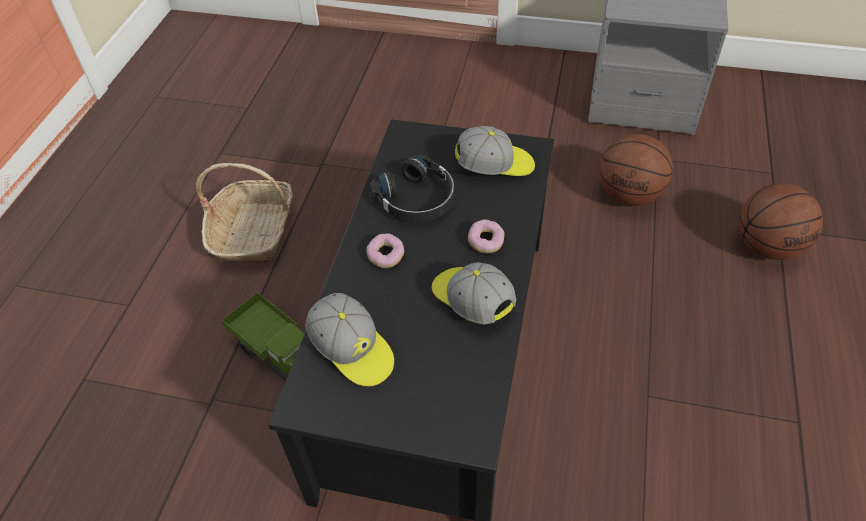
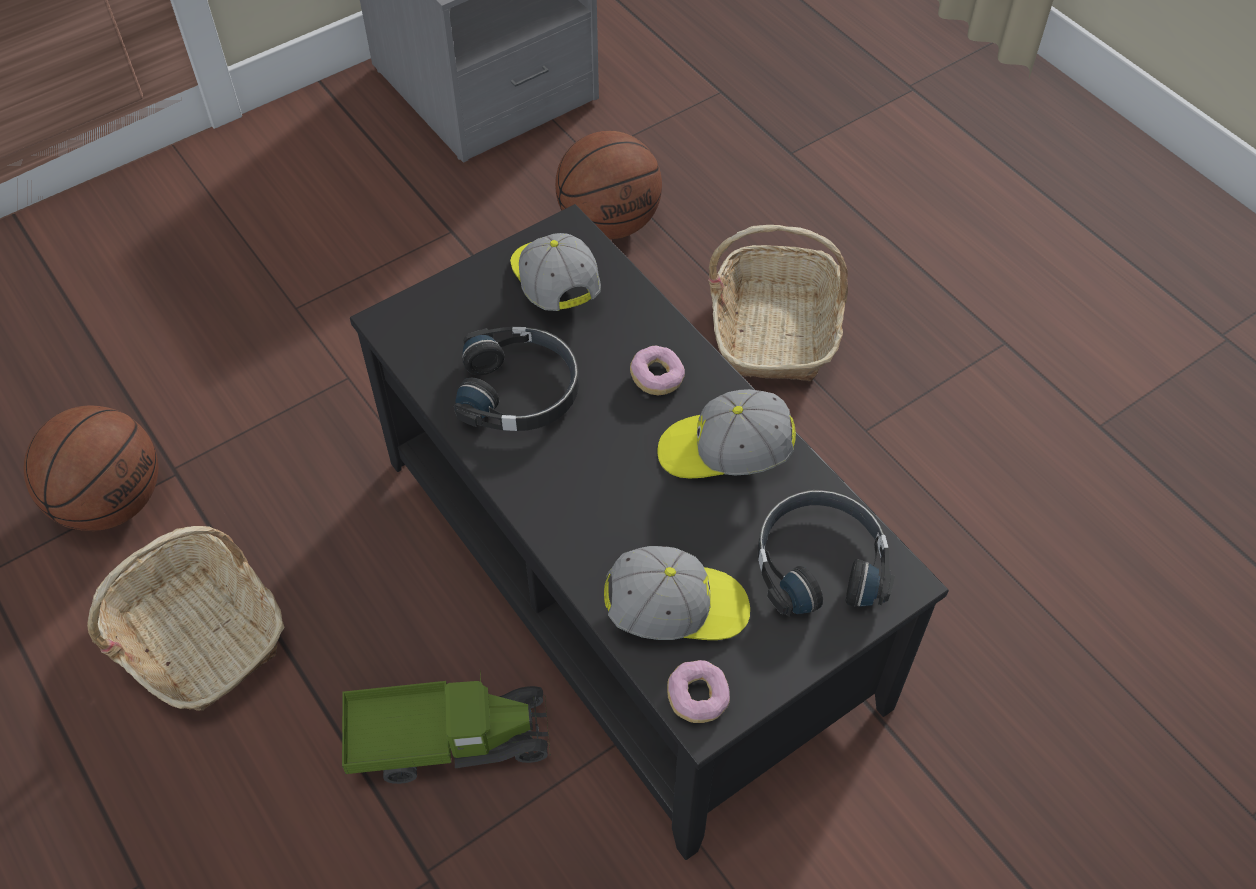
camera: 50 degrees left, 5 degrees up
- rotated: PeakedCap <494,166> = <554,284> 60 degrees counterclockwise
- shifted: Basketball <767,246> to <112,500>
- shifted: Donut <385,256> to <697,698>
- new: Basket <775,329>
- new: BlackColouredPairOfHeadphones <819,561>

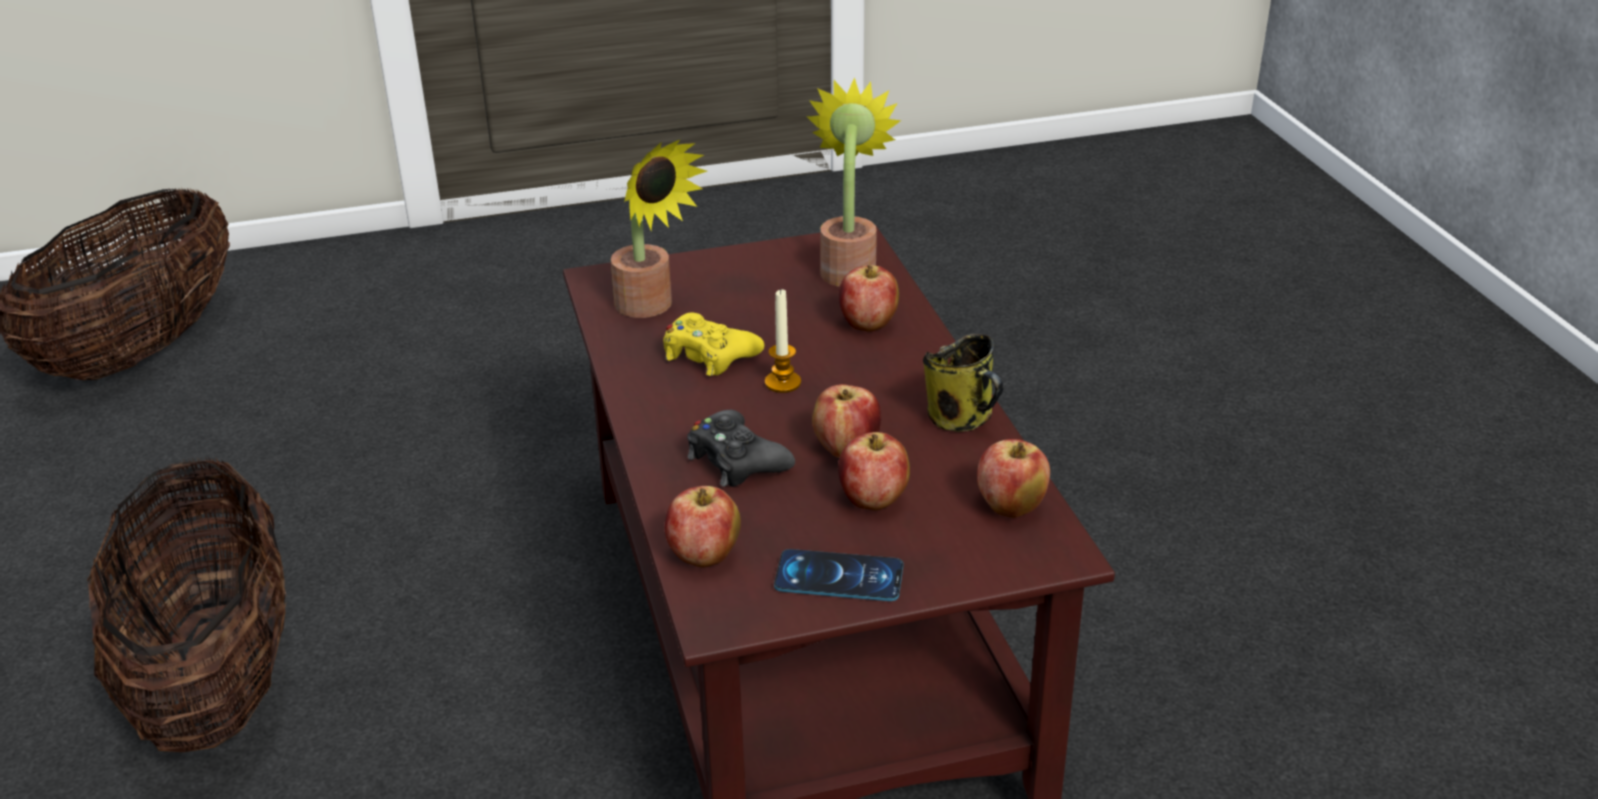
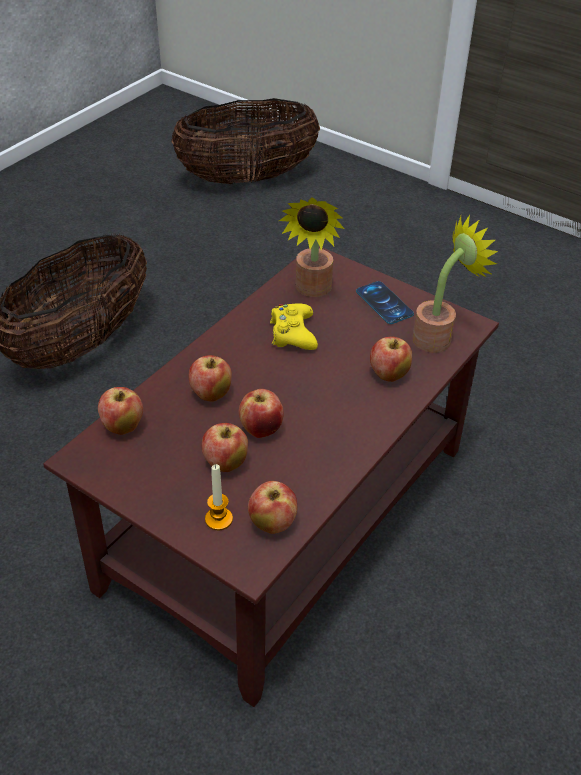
camera: 50 degrees right, 10 degrees up
- shifted: WaxLight <782,383> to <218,519>
- gone: CoffeeMug <962,419>
- swapped: BlackColouredGameController <736,461> to AppleFruit <211,394>
- shifted: Telephone <839,576> to <384,303>

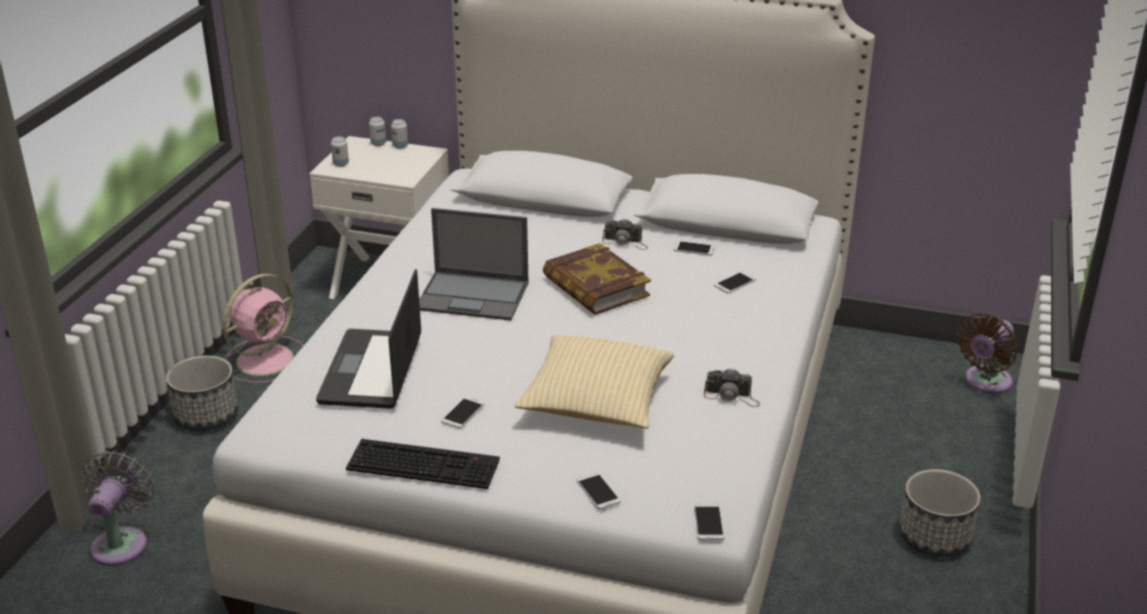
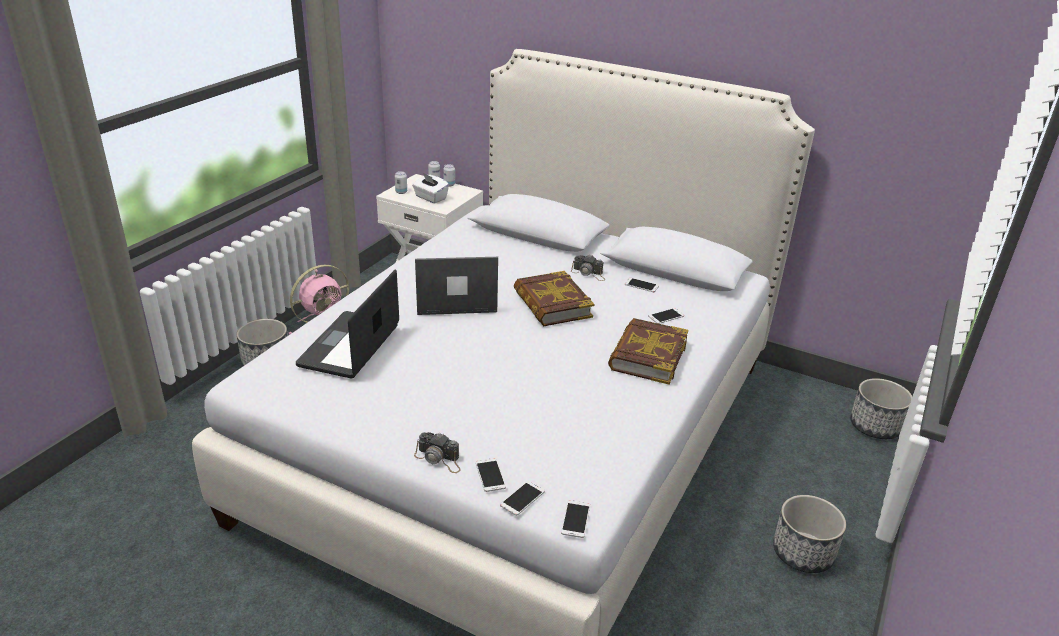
camera: 10 degrees right, 0 degrees up
- rotated: NotebookComputer <474,296> = <454,299> 150 degrees clockwise
- swapped: BrownColouredElectricFan <985,382> to Planter <875,426>
- gone: Cushion <596,402>
- shifted: StillCamera <732,396> to <439,459>
- shifted: Telephone <463,413> to <522,498>
- gone: Keyboard <425,464>
- gone: GreyElectricFan <122,542>
- new: WhiteTissueHolder <430,198>
- new: BoundBook <647,356>

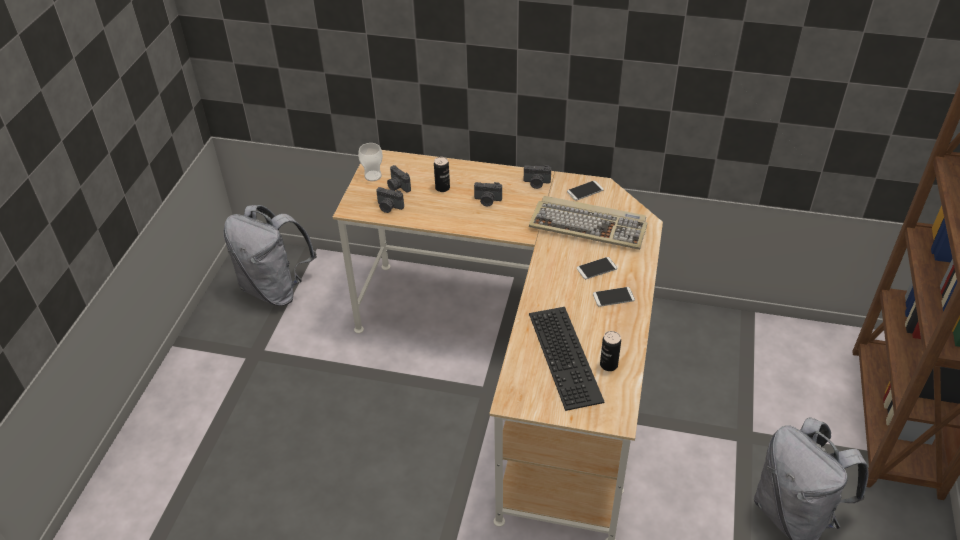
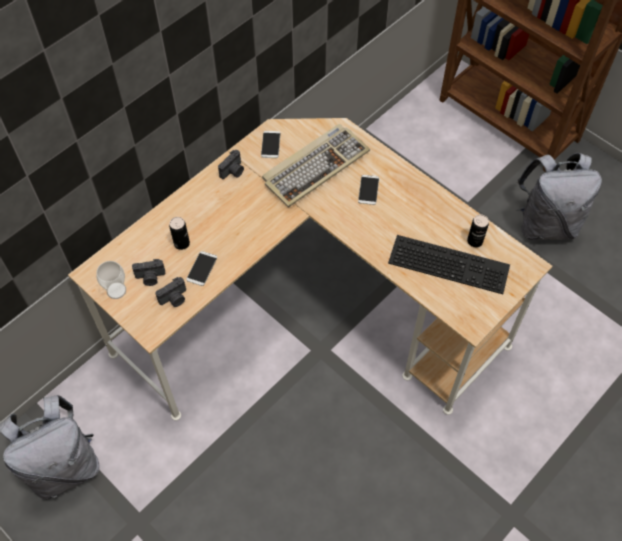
camera: 60 degrees left, 15 degrees up
- gone: StillCamera <487,201>
- shifted: Telephone <613,297> to <202,268>

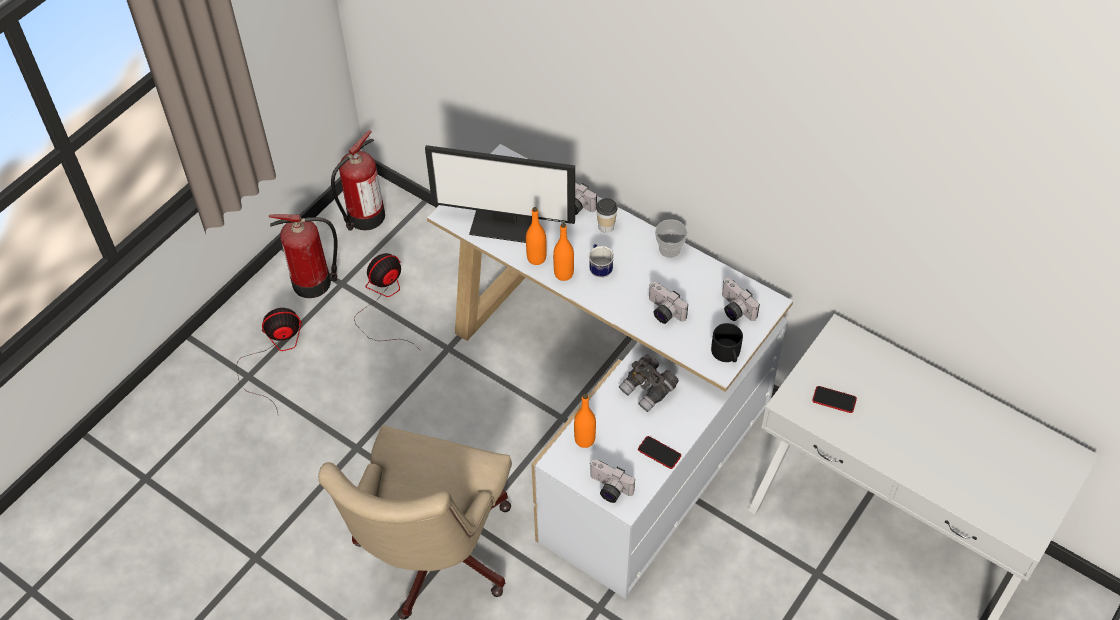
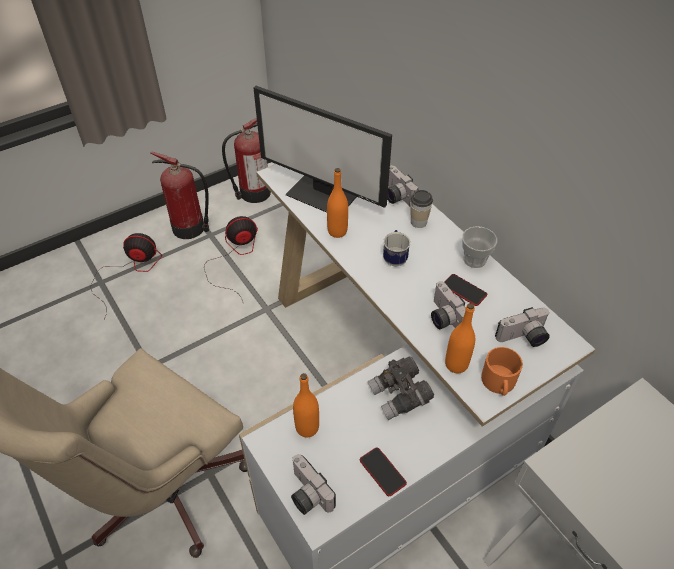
camera: 20 degrees right, 5 degrees down
- shifted: OrangeyBottle <563,274> to <456,364>
- rotated: StillCamera <734,309> = <523,338> 90 degrees counterclockwise
- repainted: BlackColouredCoffeeMug <727,353> to OrangeyCoffeeMug <499,383>
- shifted: Telephone <834,400> to <464,290>

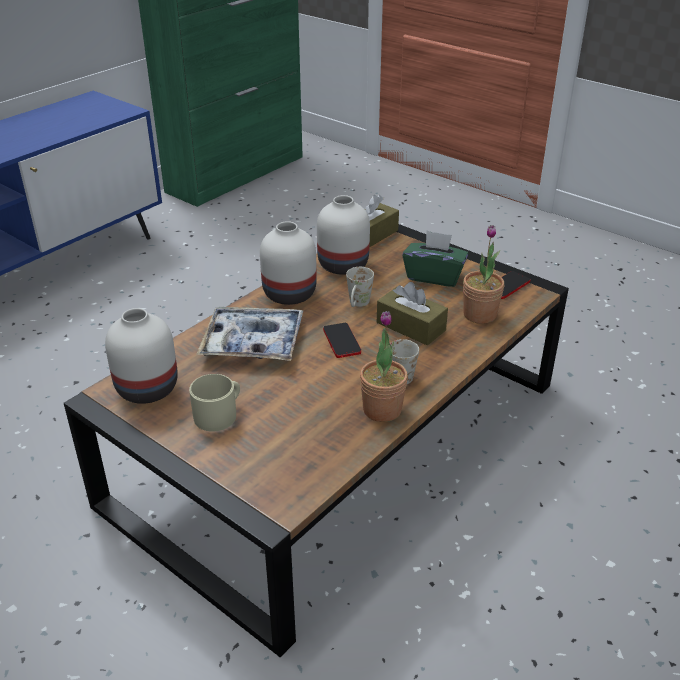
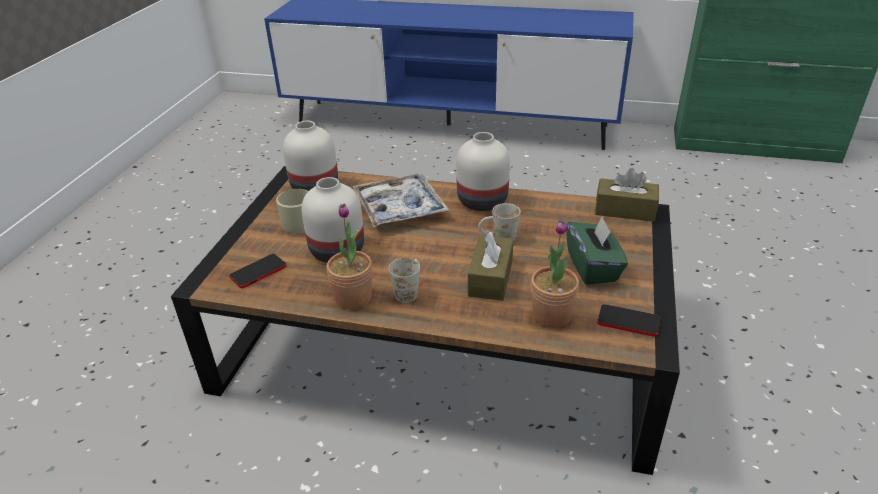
camera: 65 degrees right, 0 degrees up
- shifted: WhiteVase <341,265> to <336,250>
- shifted: Telephone <341,341> to <258,272>

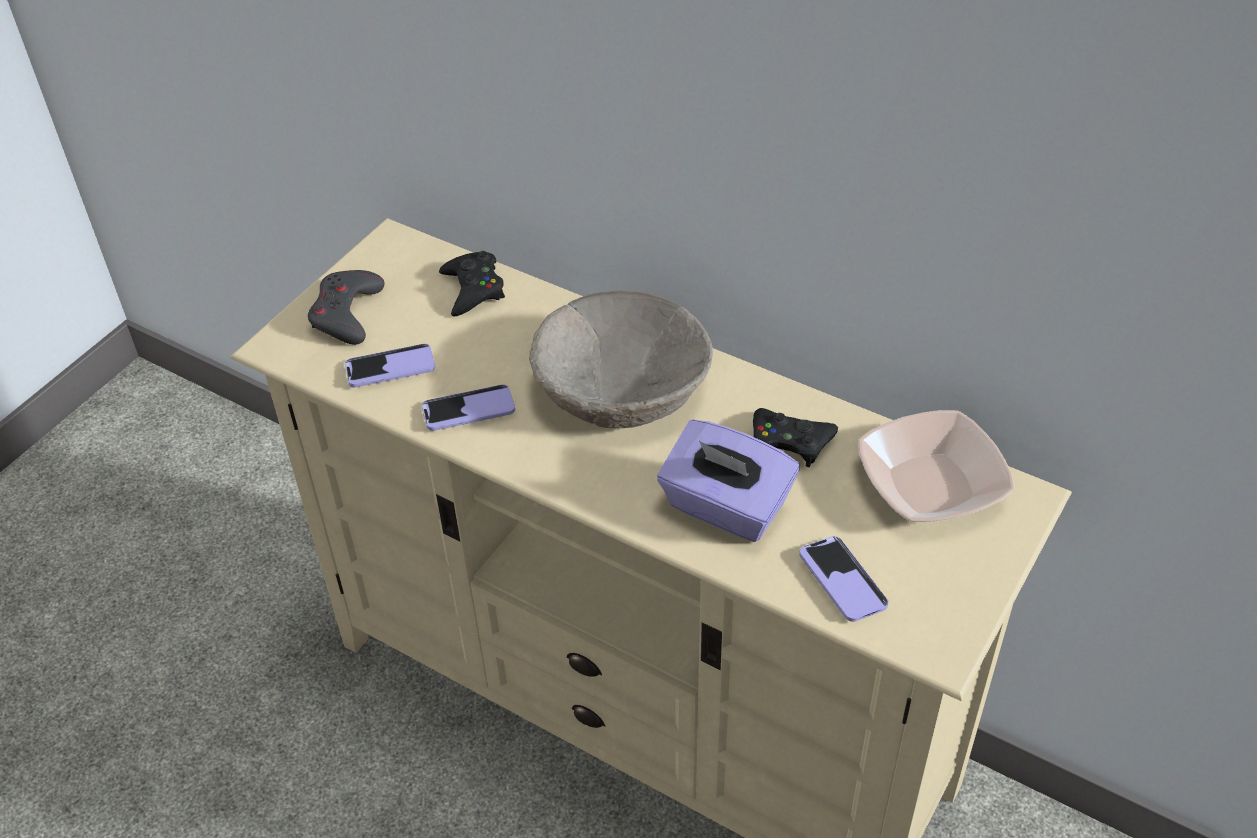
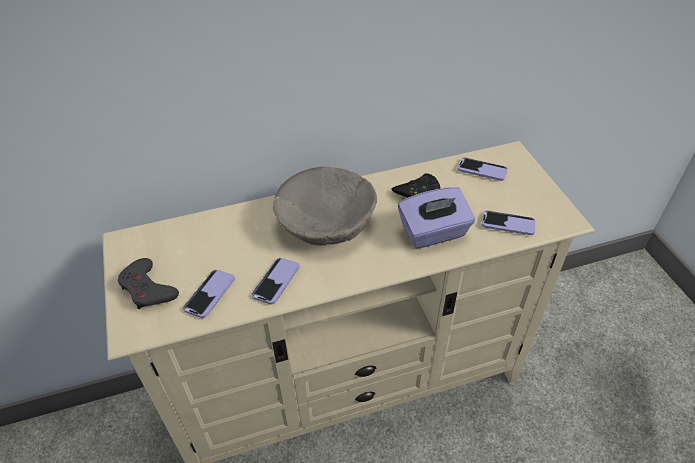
camera: 50 degrees left, 0 degrees up
- gone: BlackColouredGameController <473,289>
- swapped: ServingBowl <930,485> to Telephone <482,170>

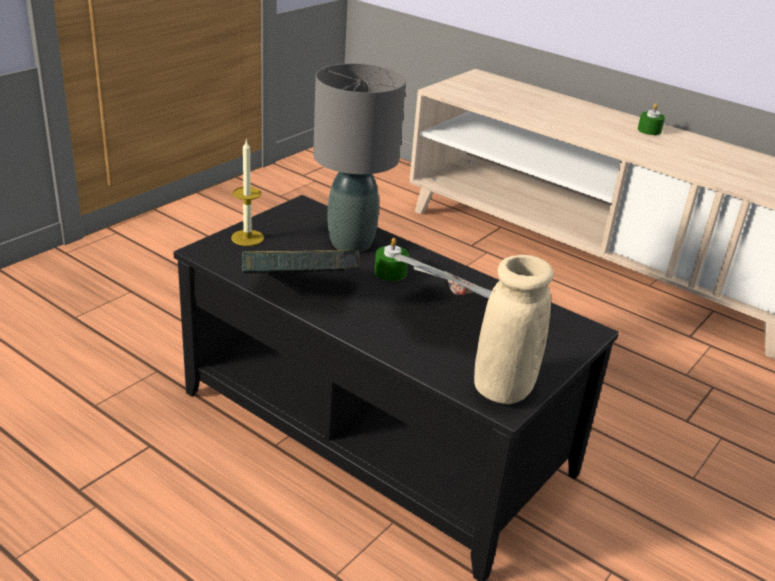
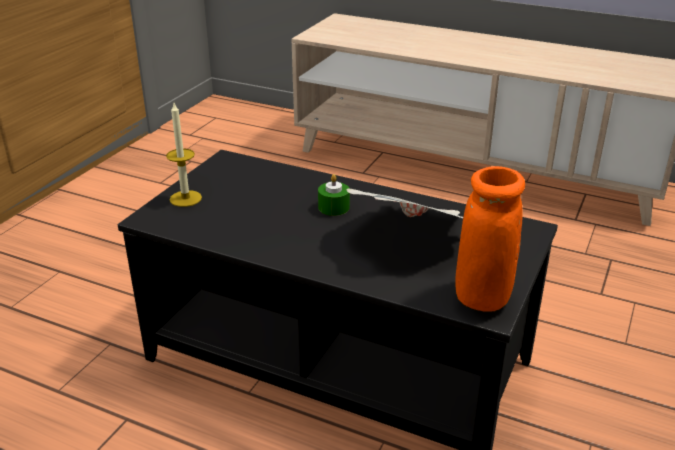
camera: 10 degrees left, 0 degrees up
- gone: GreyTabletopLamp <351,243>
- gone: GreenishWaxLight <649,130>
- gone: BoundBook <301,290>
- repainted: BeigeColouredVase <503,389> to OrangeyVase <482,297>

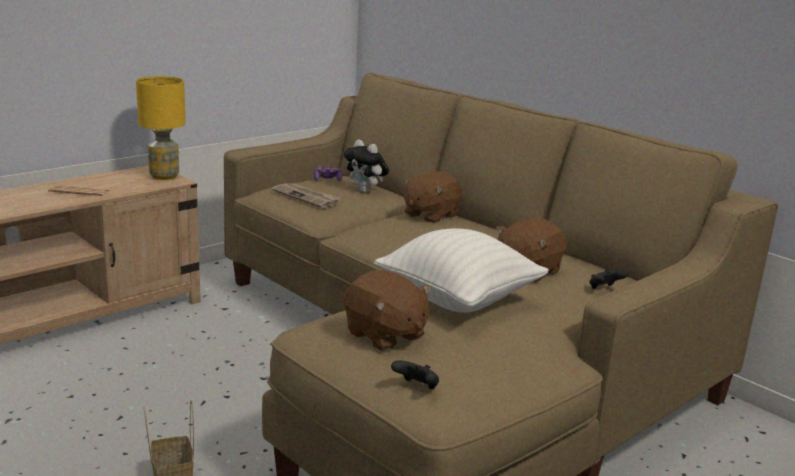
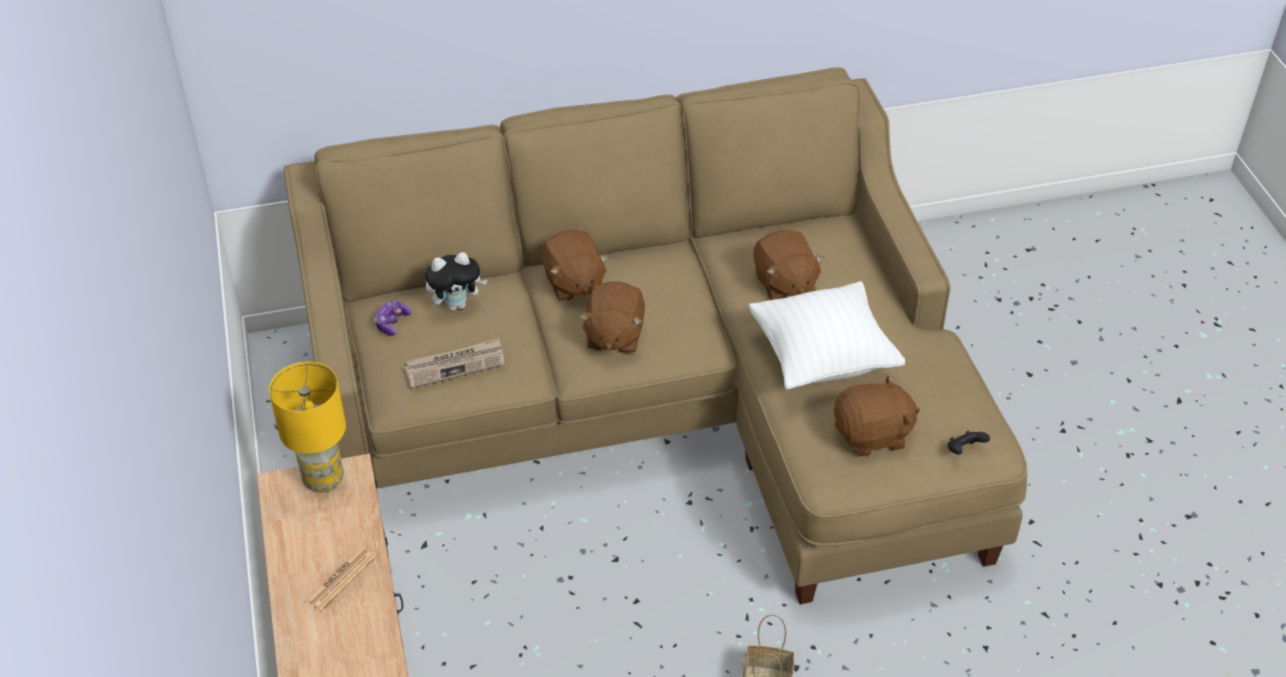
camera: 60 degrees left, 25 degrees up
- gone: BlackColouredGameController <604,289>
- new: BrownColouredSoftToy <613,335>

